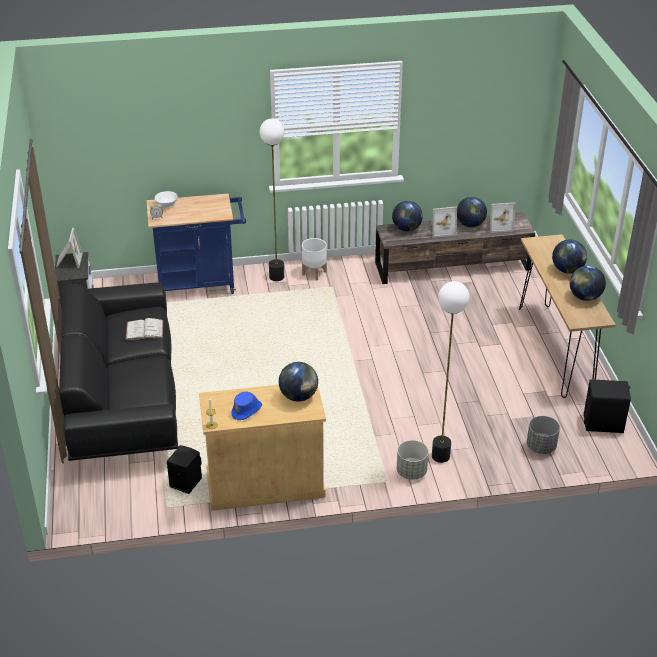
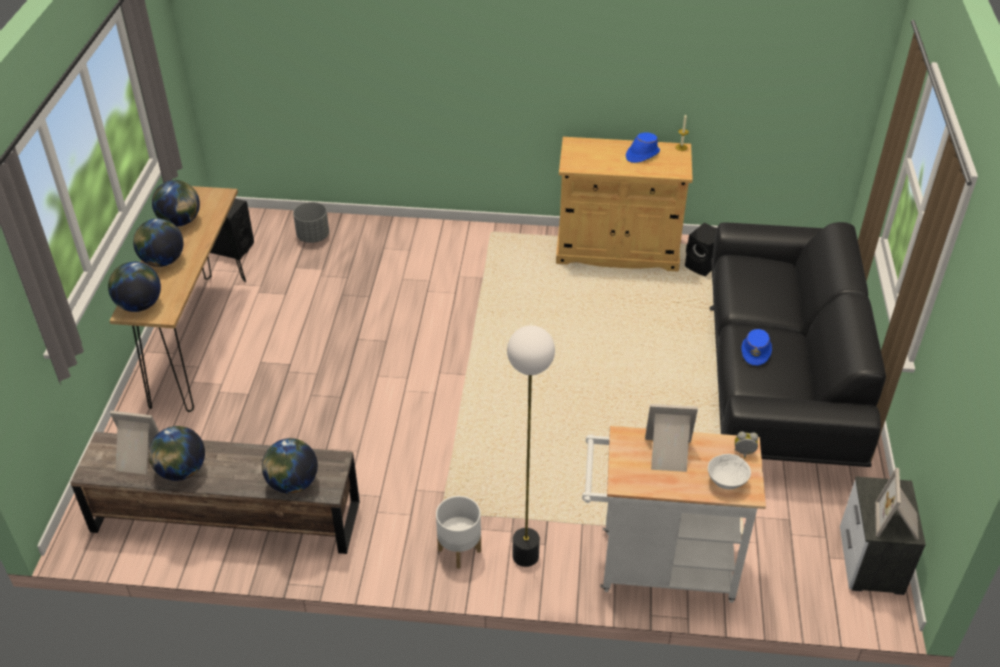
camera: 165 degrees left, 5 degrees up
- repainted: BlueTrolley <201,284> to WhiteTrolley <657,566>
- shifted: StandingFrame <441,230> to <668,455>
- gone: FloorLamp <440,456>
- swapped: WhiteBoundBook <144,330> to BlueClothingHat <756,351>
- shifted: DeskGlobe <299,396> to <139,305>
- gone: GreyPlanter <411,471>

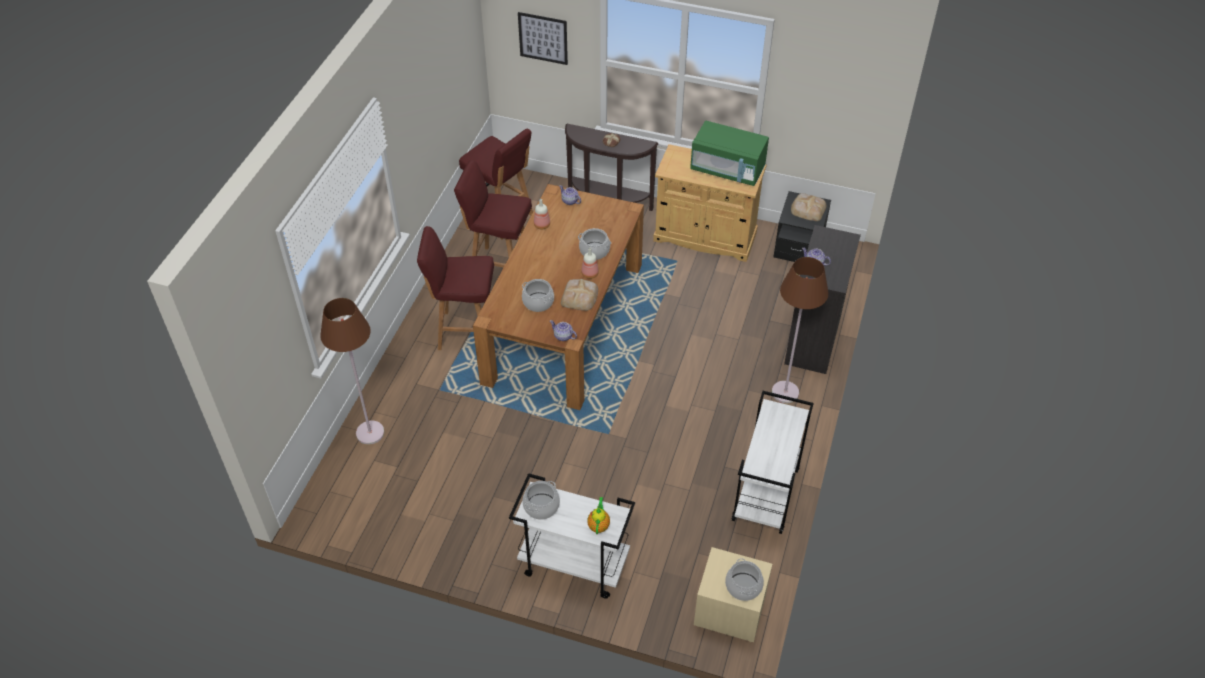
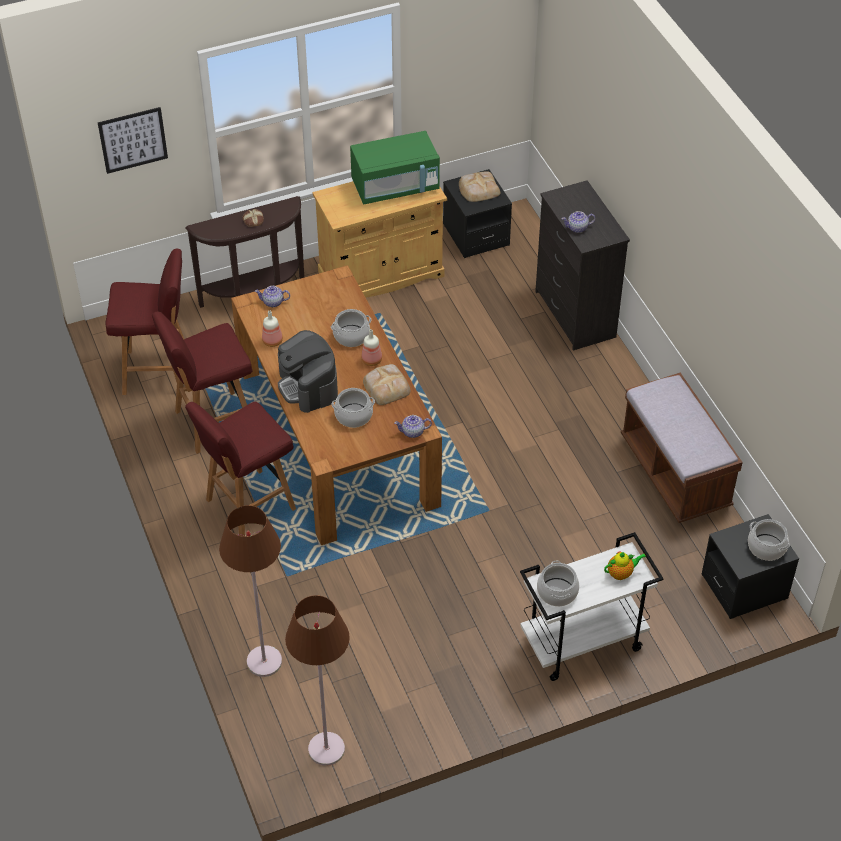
camera: 40 degrees left, 0 degrees up
- shifted: BrownColouredFloorLamp <785,392> to <326,749>
- swapped: WhiteTrolley <766,495> to BrownColouredIndoorBench <675,473>
- rotated: PotForTea <599,525> = <621,573> 105 degrees clockwise
- repainted: BeigeColouredNightstand <730,610> to BlackColouredNightstand <744,587>
- new: CoffeeMachine <308,386>

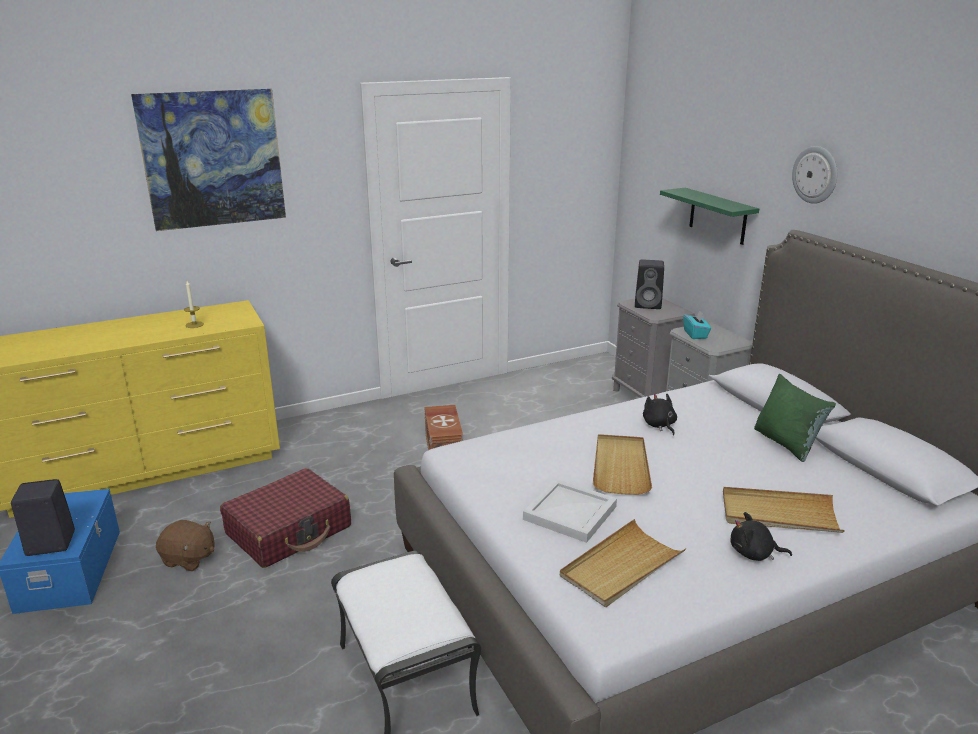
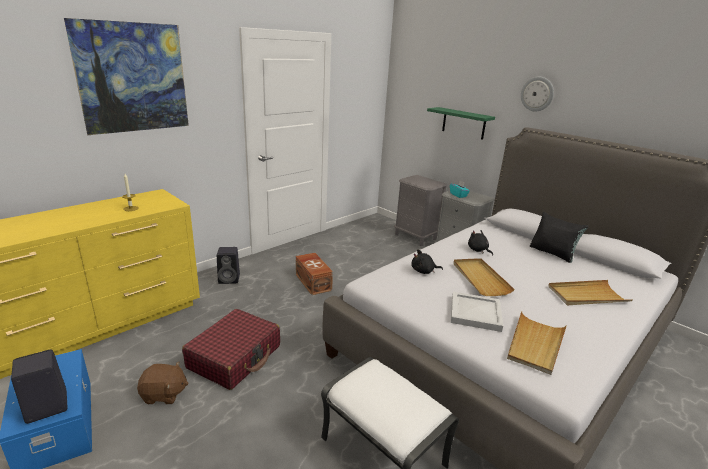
camera: 20 degrees left, 0 degrees up
- shifted: BlackColouredAudioSpeaker <649,305> to <230,279>
- repainted: GreenishCushion <786,443> to BlackColouredCushion <552,253>
- shifted: BlackColouredSoftToy <754,554> to <424,271>

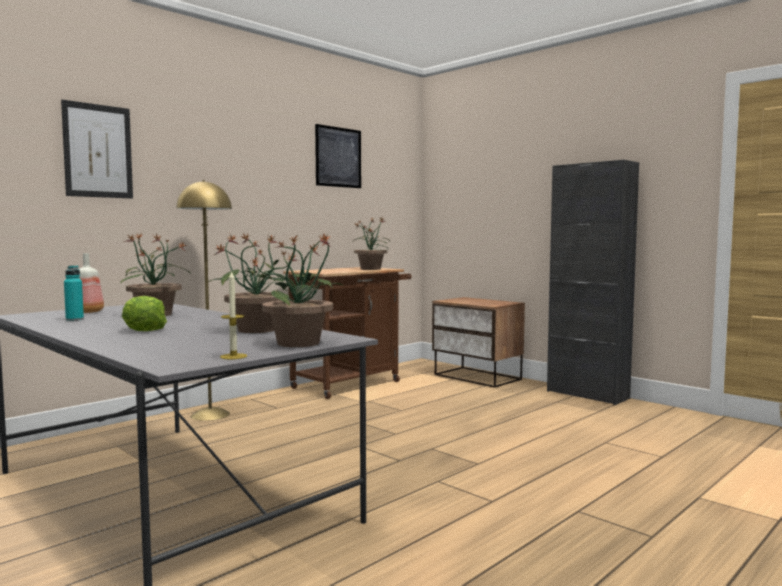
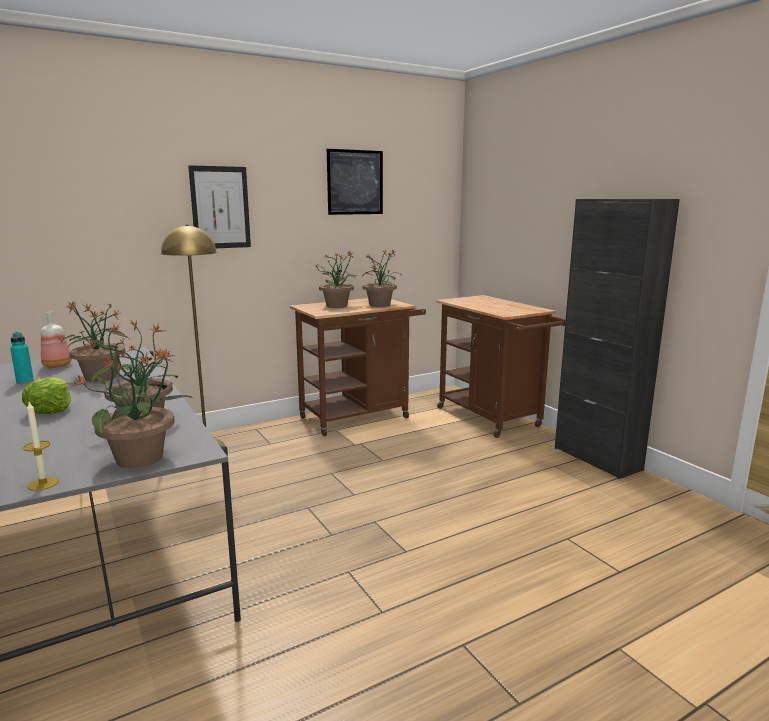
camera: 15 degrees right, 10 degrees up
- shifted: Picture <98,151> to <220,207>
- swapped: Nightstand <477,377> to BrownColouredTrolley <493,419>
- new: PlantInAPot <337,306>

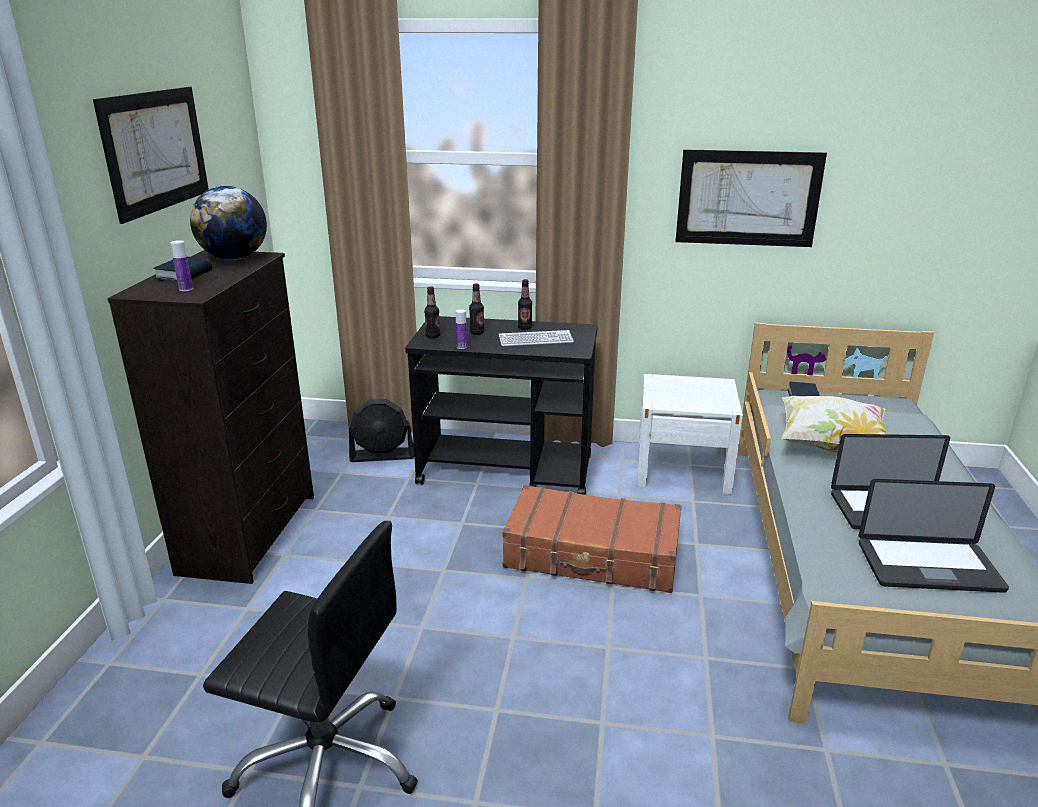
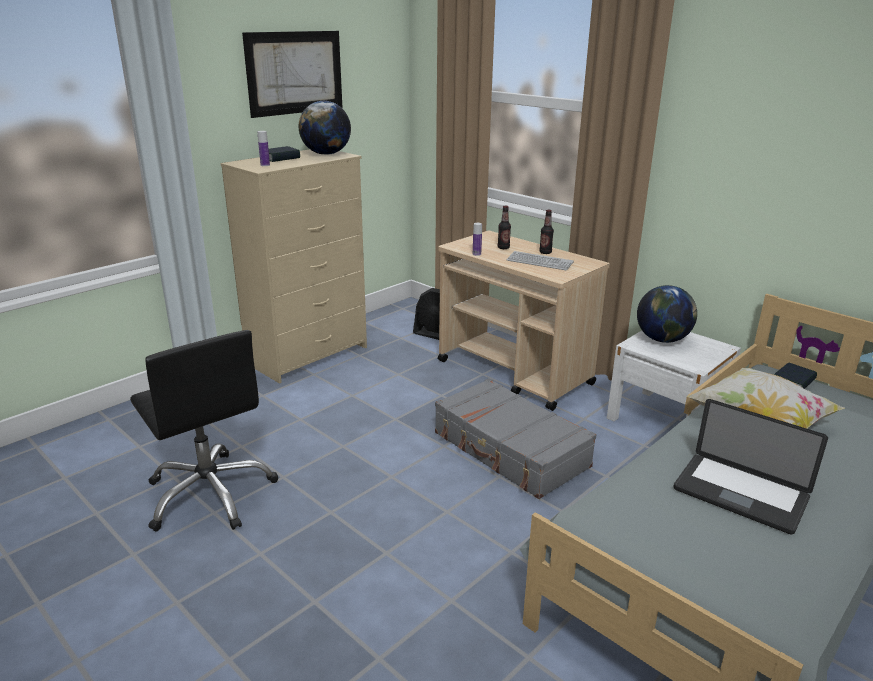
camera: 35 degrees right, 0 degrees up
- gone: Picture <748,198>
- repainted: BlackColouredDrawerChest <251,533> to BeigeColouredDrawerChest <309,355>
- gone: Bottle <433,336>
- repainted: BlackColouredTrolley <507,470> to BeigeColouredTrolley <515,373>
- gone: NotebookComputer <928,567>
- repainted: BrownColouredTravelCase <592,555> to GreyTravelCase <510,450>
- new: DeskGlobe <662,339>

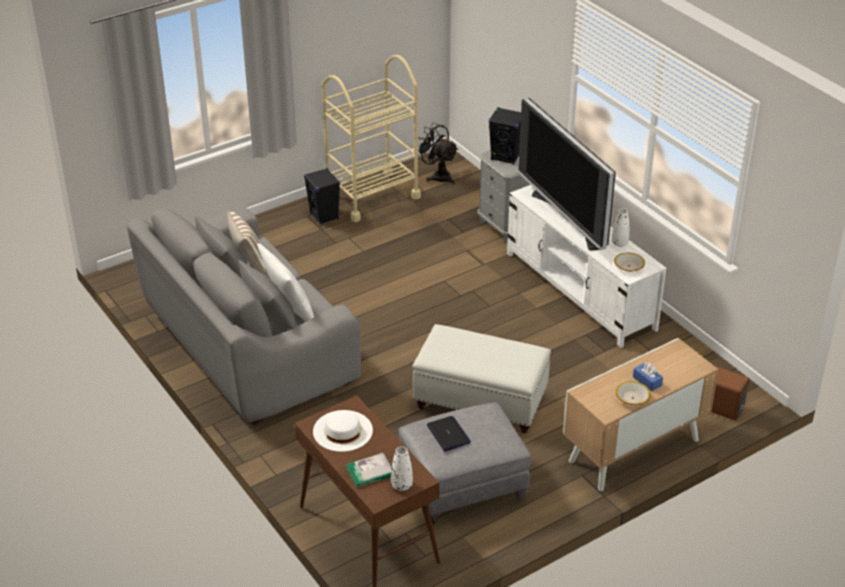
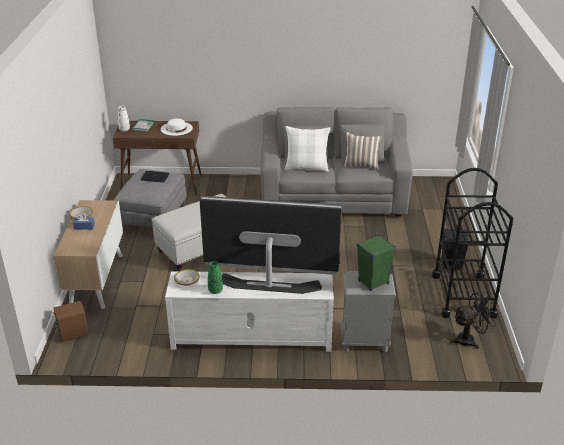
camera: 125 degrees right, 5 degrees down
- repainted: BeigeColouredTrolley <372,196> to BlackColouredTrolley <463,295>
- repainted: BlackColouredAudioSpeaker <506,157> to GreenishAudioSpeaker <373,282>
- repainted: WhiteVase <619,243> to GreenishVase <215,290>

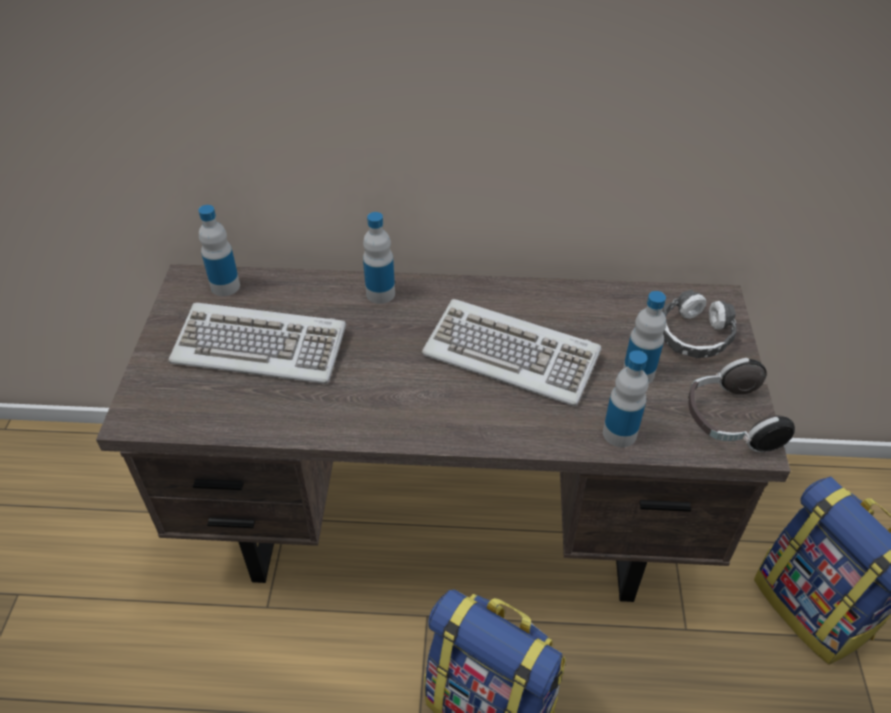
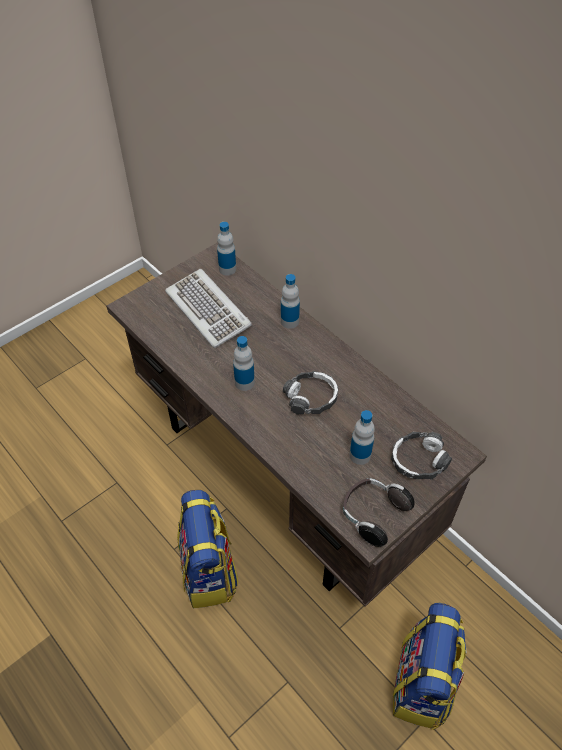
camera: 45 degrees right, 5 degrees up
- swapped: Keyboard <512,355> to PairOfHeadphones <311,398>
- shifted: Bottle <619,433> to <244,382>

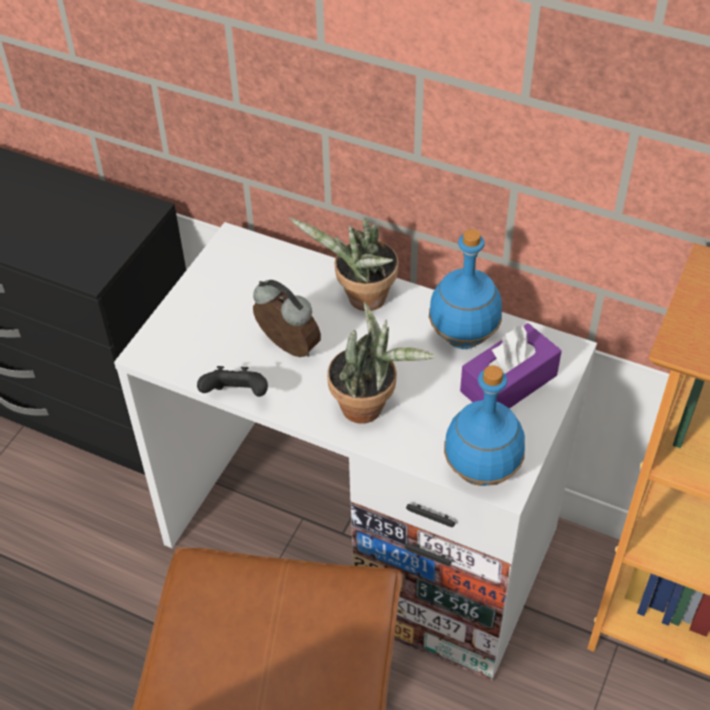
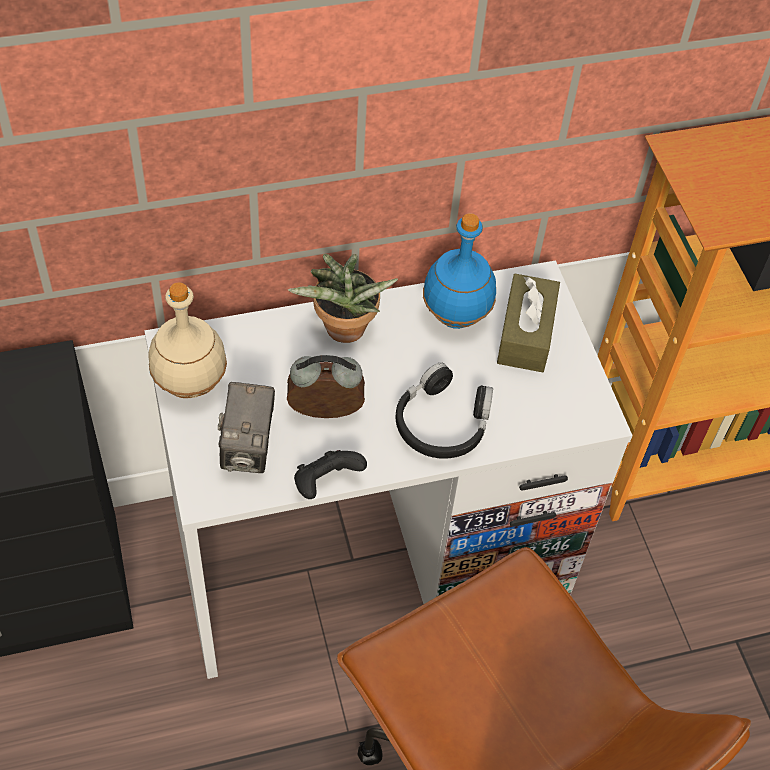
camera: 45 degrees left, 5 degrees up
- swapped: PlantInAPot <369,407> to BlackColouredPairOfHeadphones <442,423>
- repainted: PurpleColouredTissueHolder <508,383> to BrownColouredTissueHolder <525,334>
- gone: BlueBottle <481,472>
- new: BeigeColouredBottle <190,384>
- new: StillCamera <248,448>

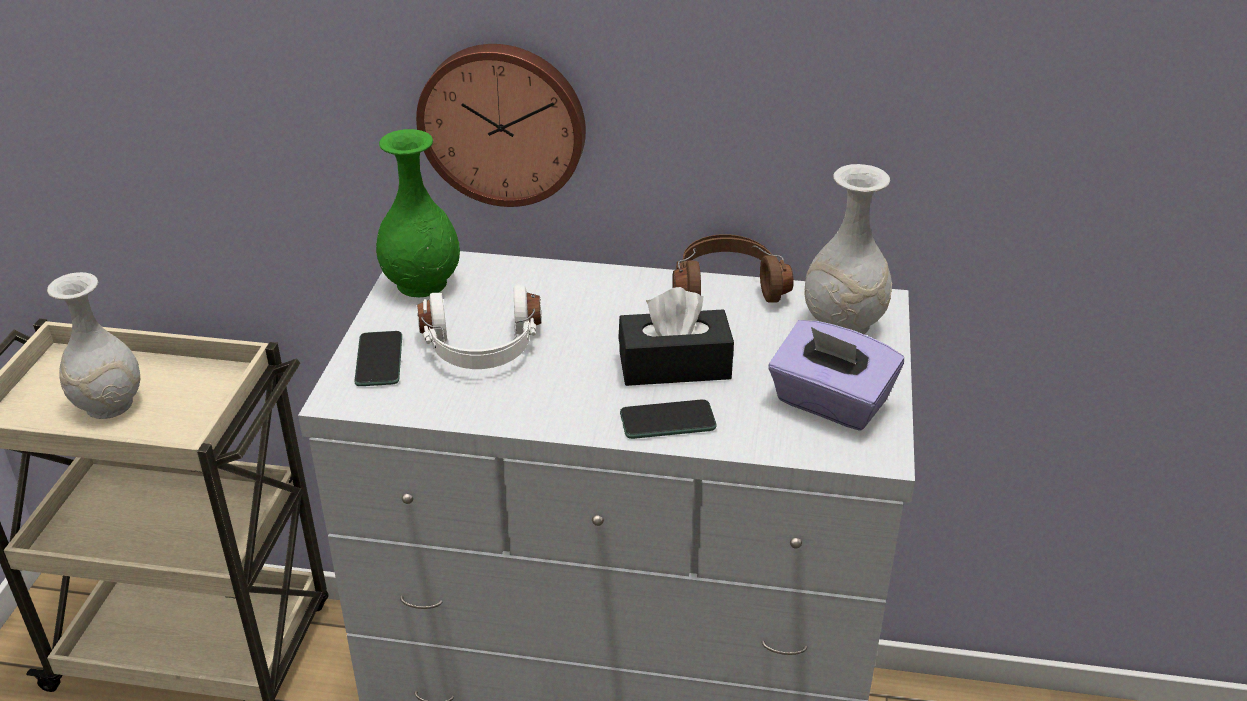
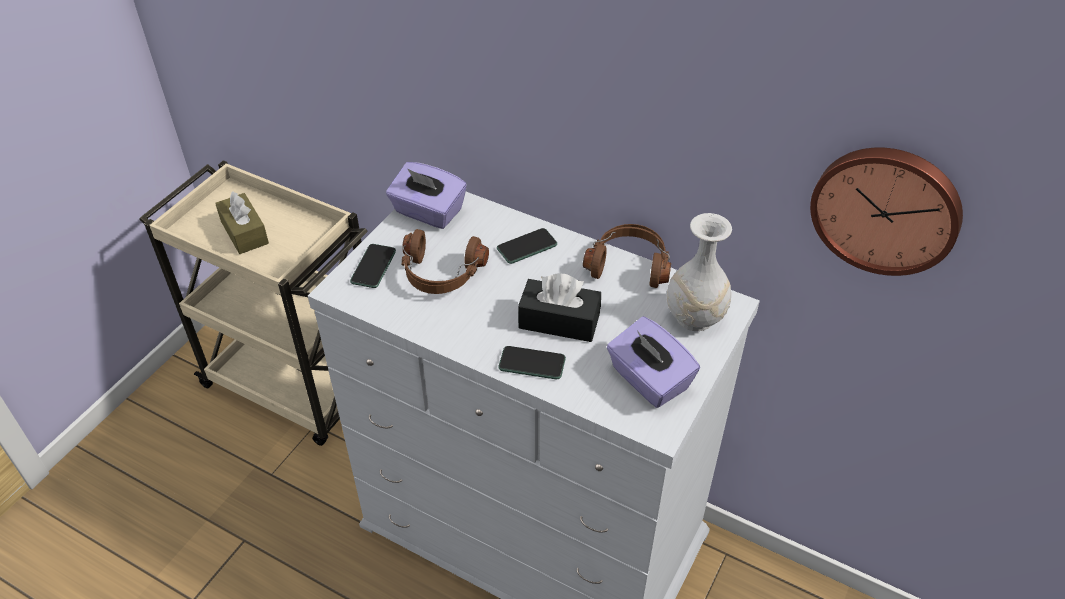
camera: 20 degrees right, 10 degrees up
- shifted: HangingClock <503,123> to <886,208>
- swapped: GreenishVase <423,283> to PurpleColouredTissueHolder <428,212>
- swapped: WhiteVase <108,405> to BrownColouredTissueHolder <244,232>
- repainted: WhitePairOfHeadphones <482,349> to BrownColouredPairOfHeadphones <441,275>
- new: Telephone <527,247>

